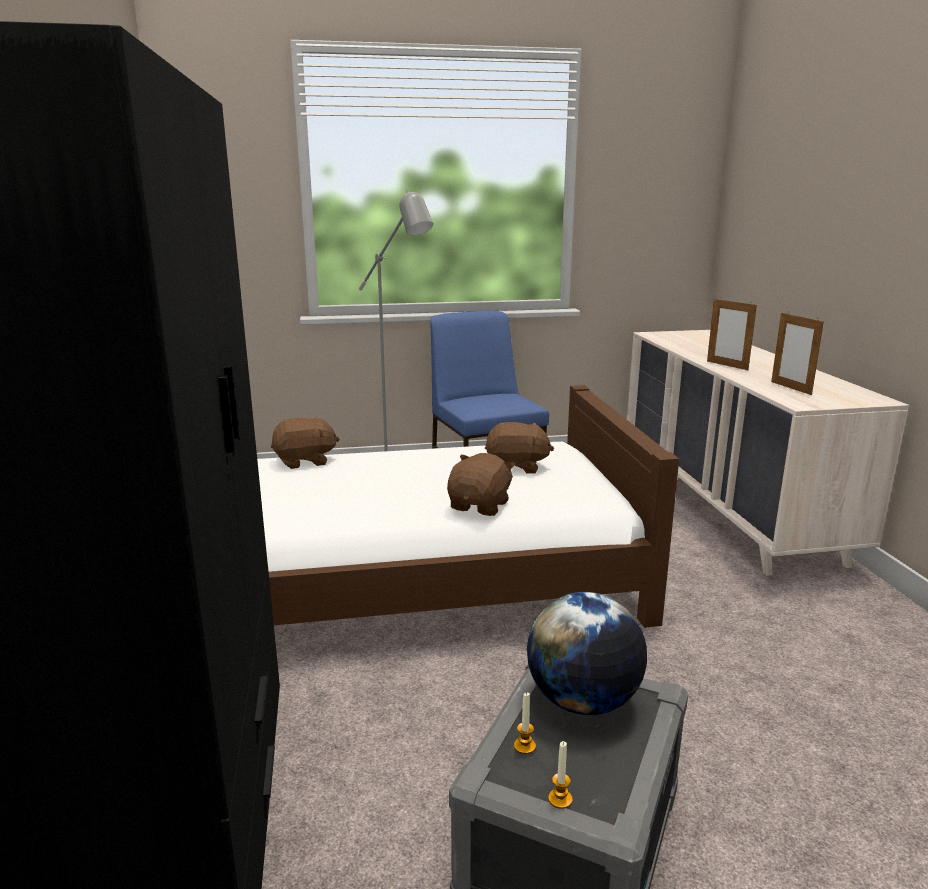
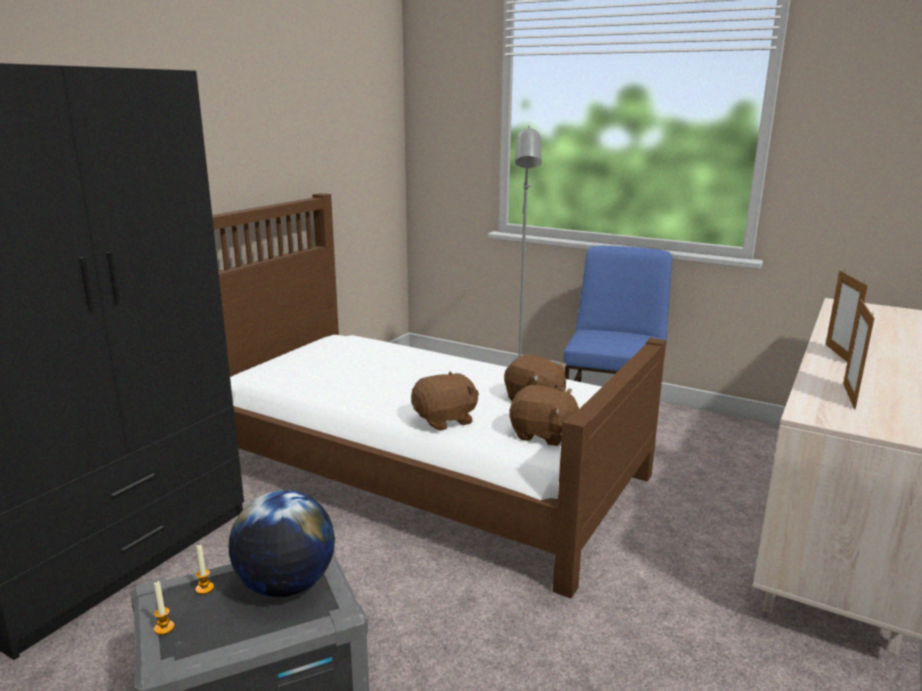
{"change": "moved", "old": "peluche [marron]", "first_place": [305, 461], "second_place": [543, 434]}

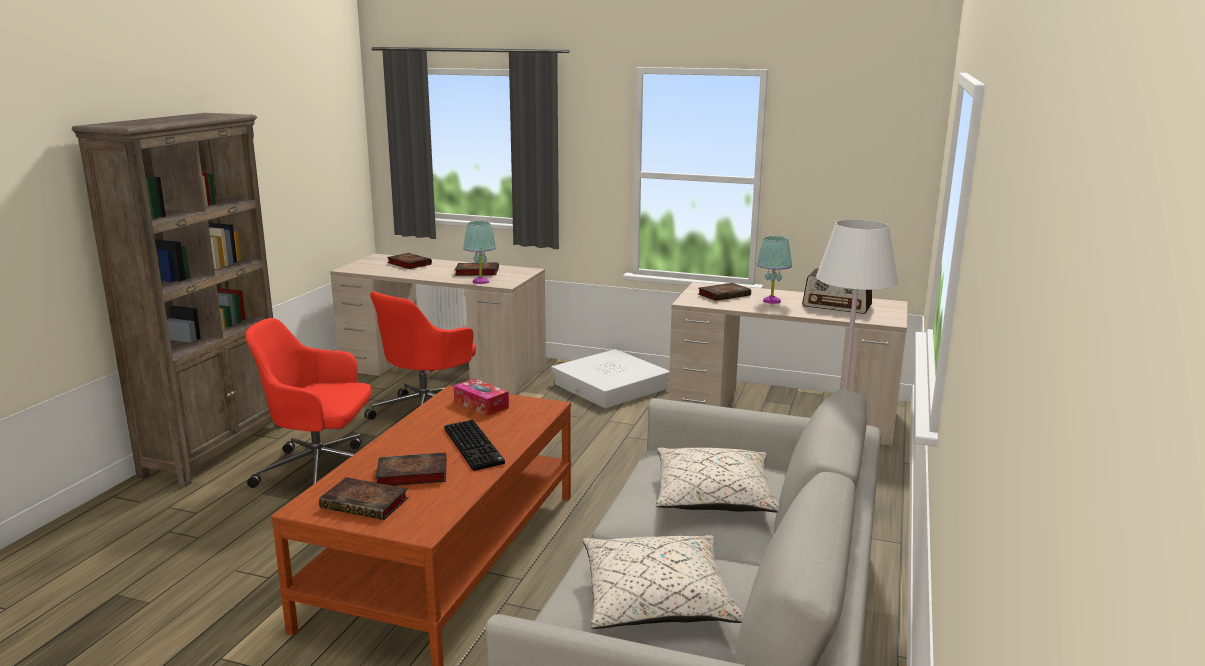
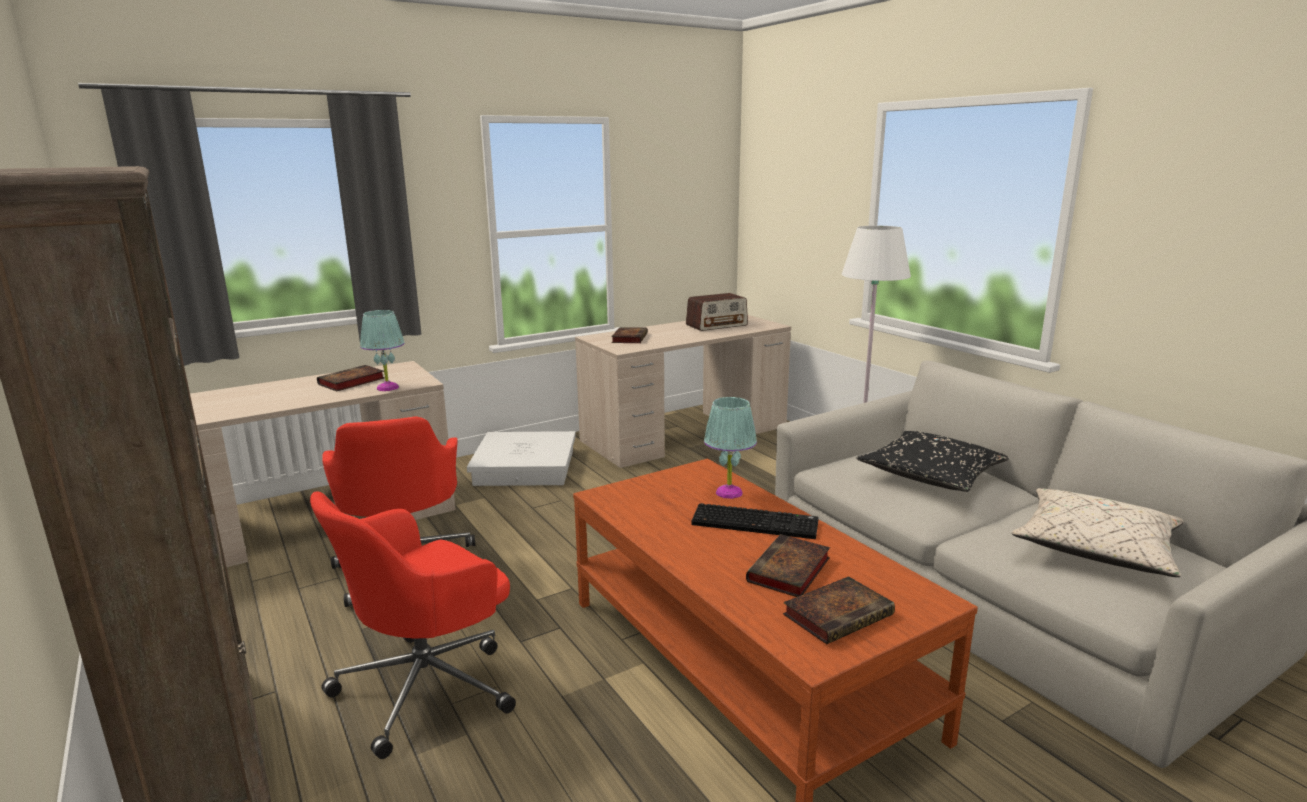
{"change": "moved", "old": "lampe de table [turquoise]", "first_place": [771, 301], "second_place": [728, 492]}
{"change": "removed", "old": "livre", "first_place": [408, 264]}
{"change": "removed", "old": "boîte à mouchoirs", "first_place": [481, 404]}
{"change": "recoloured", "old": "coussin [beige]", "new": "coussin [noir]", "first_place": [714, 497], "second_place": [931, 476]}

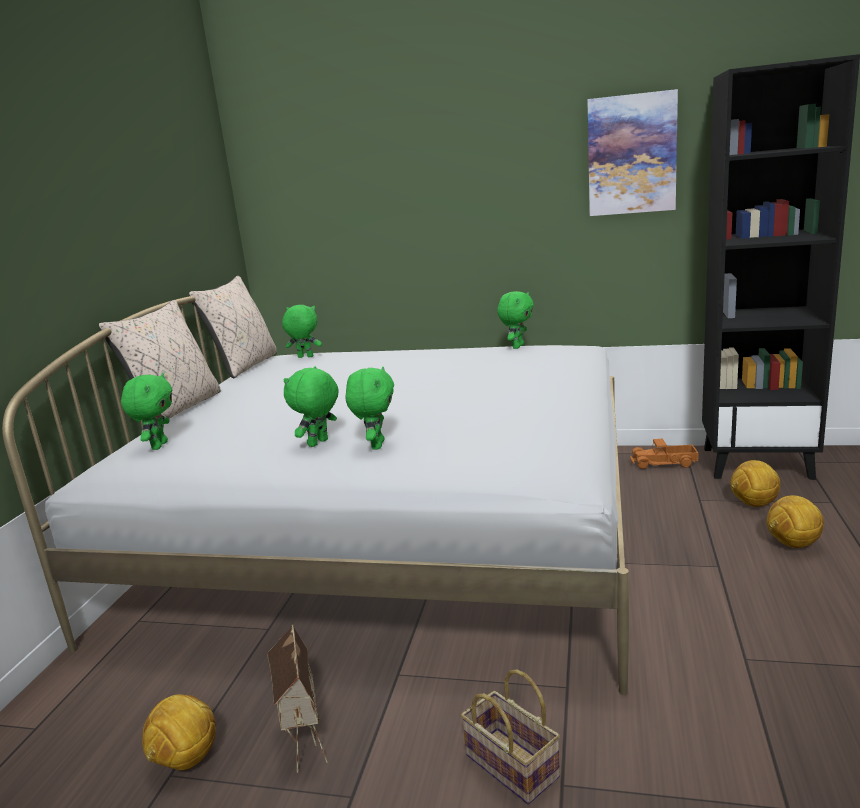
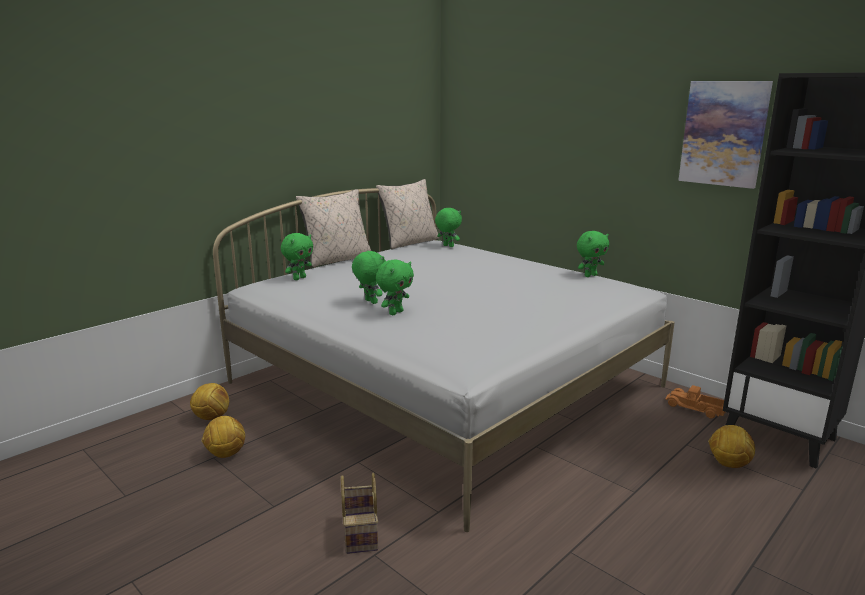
{"change": "turned", "old": "peluche [vert]", "first_place": [319, 443], "second_place": [370, 302], "degrees": 75}
{"change": "moved", "old": "ballon de foot", "first_place": [793, 544], "second_place": [211, 418]}
{"change": "removed", "old": "maison miniature", "first_place": [303, 742]}

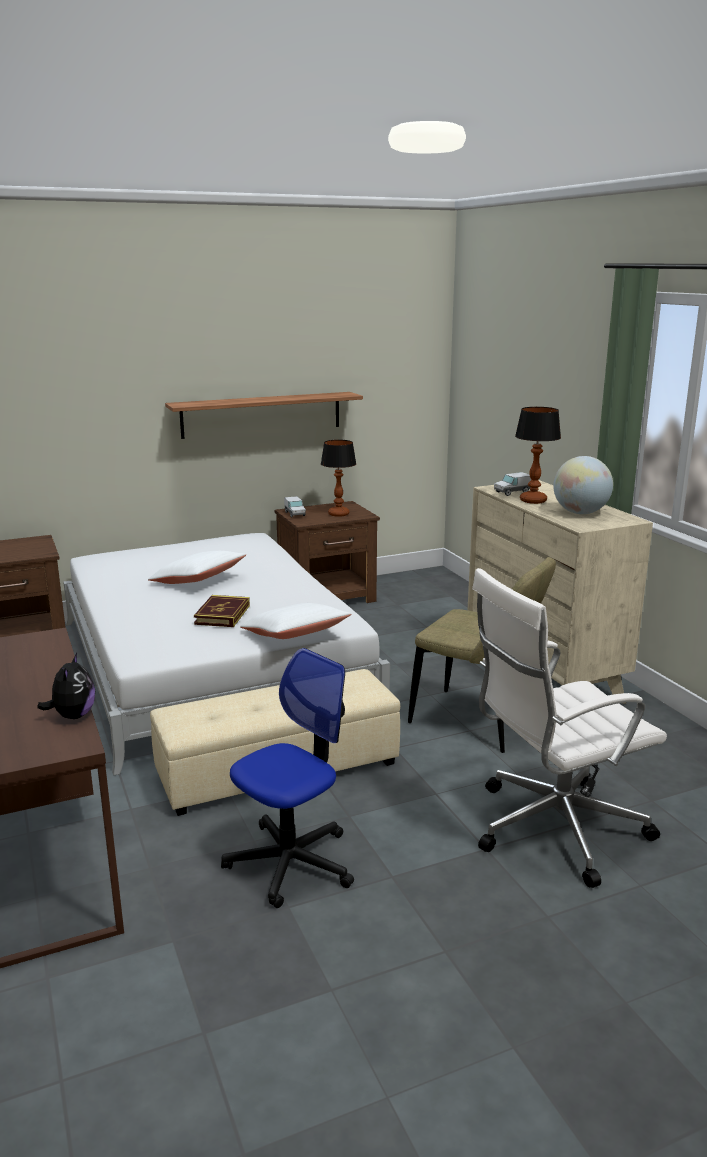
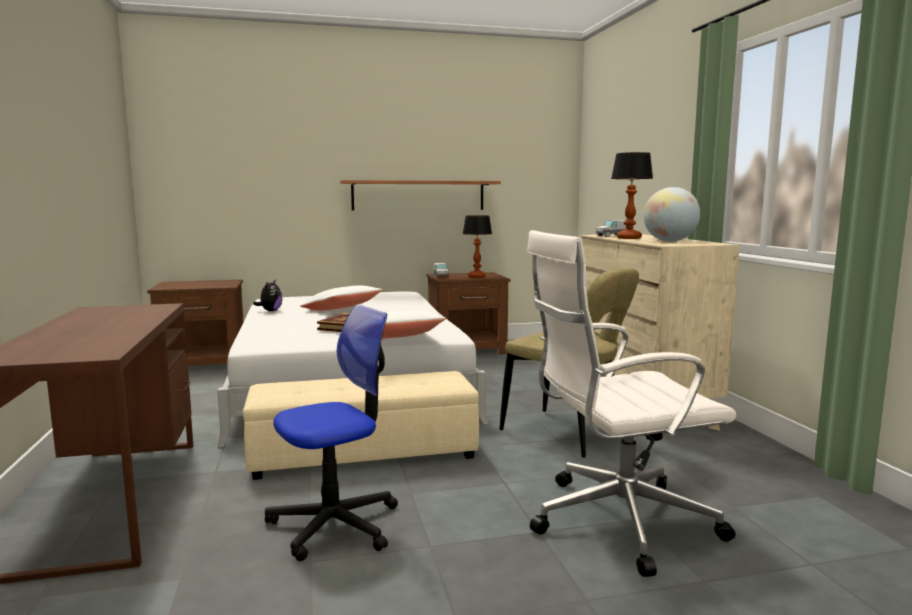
{"change": "moved", "old": "peluche", "first_place": [73, 716], "second_place": [270, 311]}

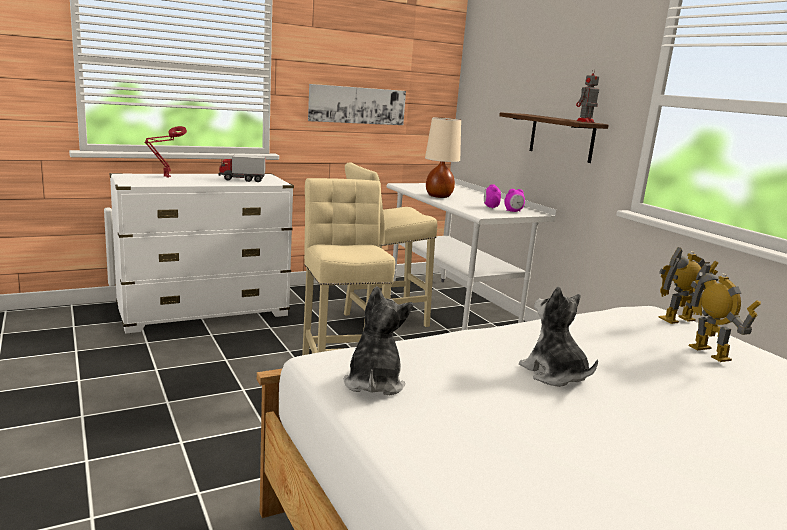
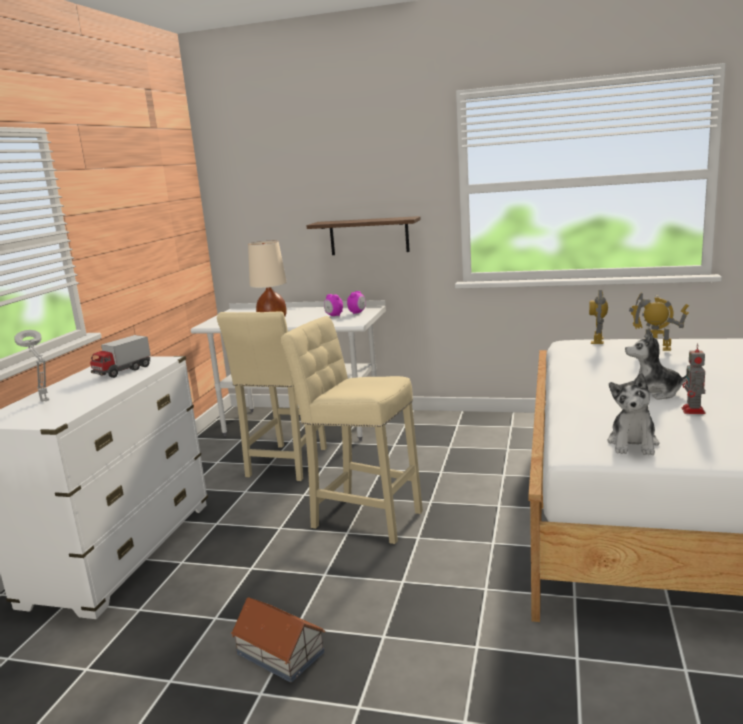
{"change": "moved", "old": "robot jouet", "first_place": [584, 121], "second_place": [693, 411]}
{"change": "removed", "old": "tableau", "first_place": [357, 105]}
{"change": "recoloured", "old": "lampe de table [rouge]", "new": "lampe de table [gris]", "first_place": [166, 177], "second_place": [45, 401]}
{"change": "turned", "old": "peluche", "first_place": [373, 383], "second_place": [633, 443], "degrees": -120}
{"change": "added", "new": "maison miniature", "second_place": [280, 652]}

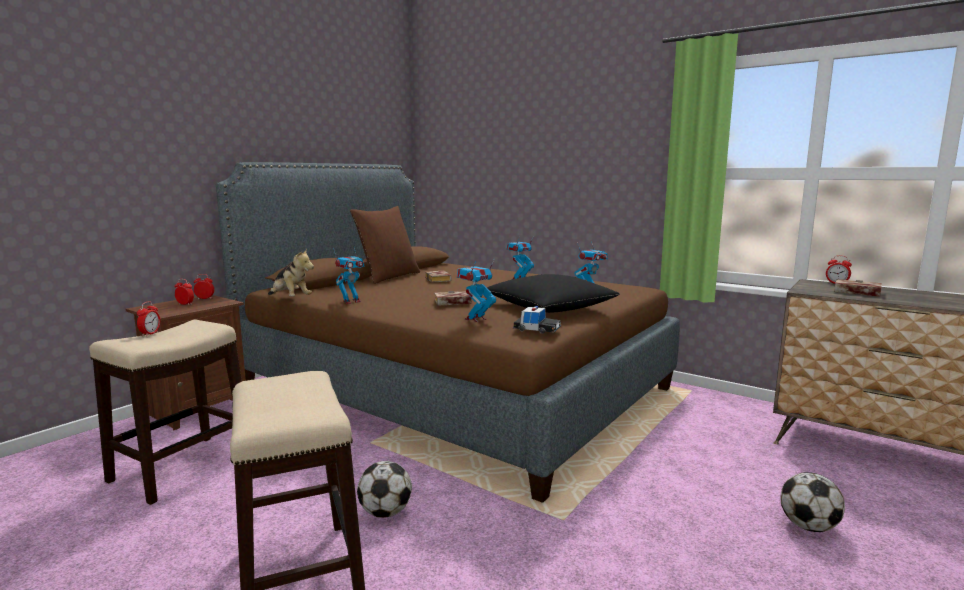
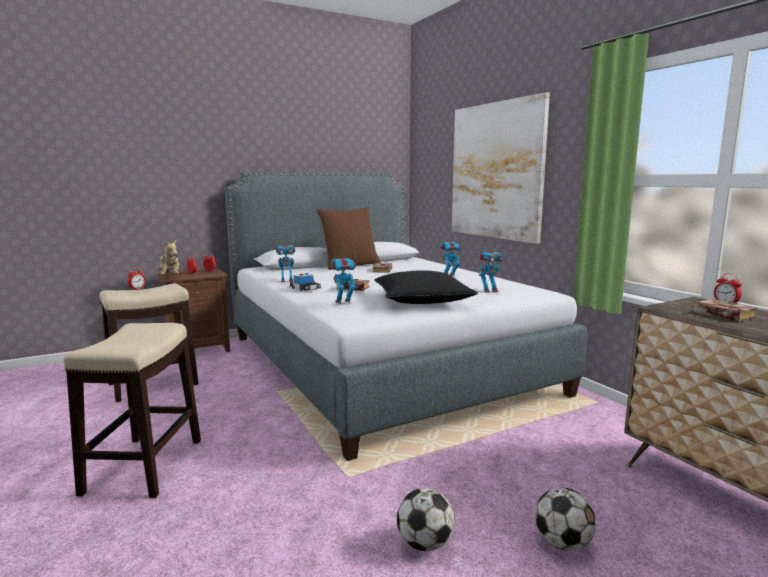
{"change": "recoloured", "old": "lit [marron]", "new": "lit [gris]", "first_place": [452, 387], "second_place": [380, 363]}
{"change": "moved", "old": "peluche", "first_place": [290, 299], "second_place": [170, 276]}
{"change": "moved", "old": "petite voiture", "first_place": [537, 329], "second_place": [305, 288]}
{"change": "moved", "old": "ballon de foot", "first_place": [385, 513], "second_place": [425, 544]}
{"change": "added", "new": "tableau", "second_place": [496, 171]}

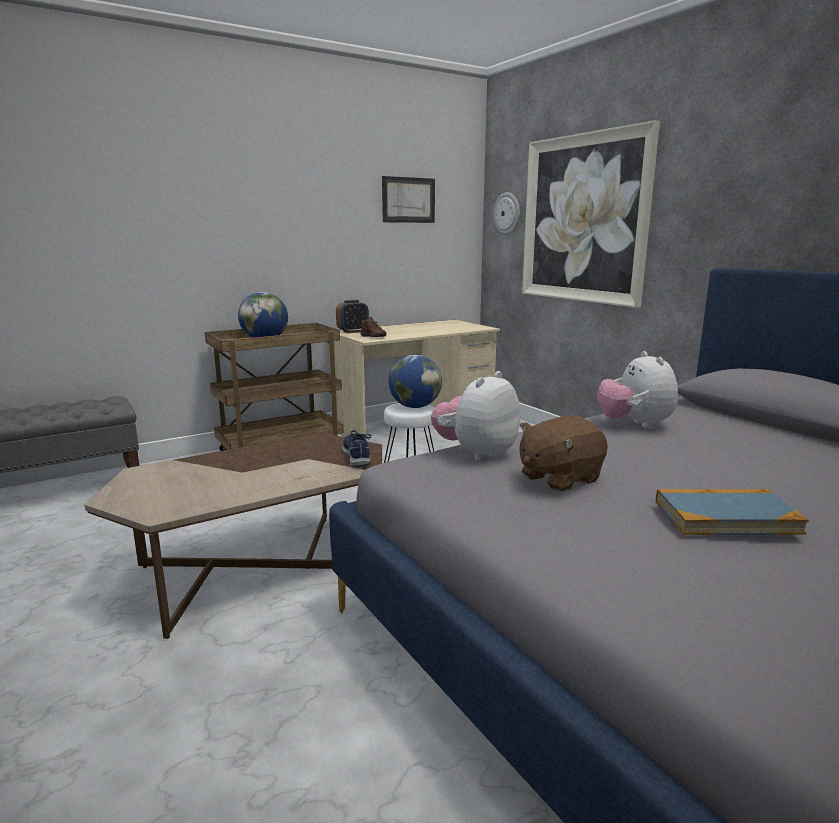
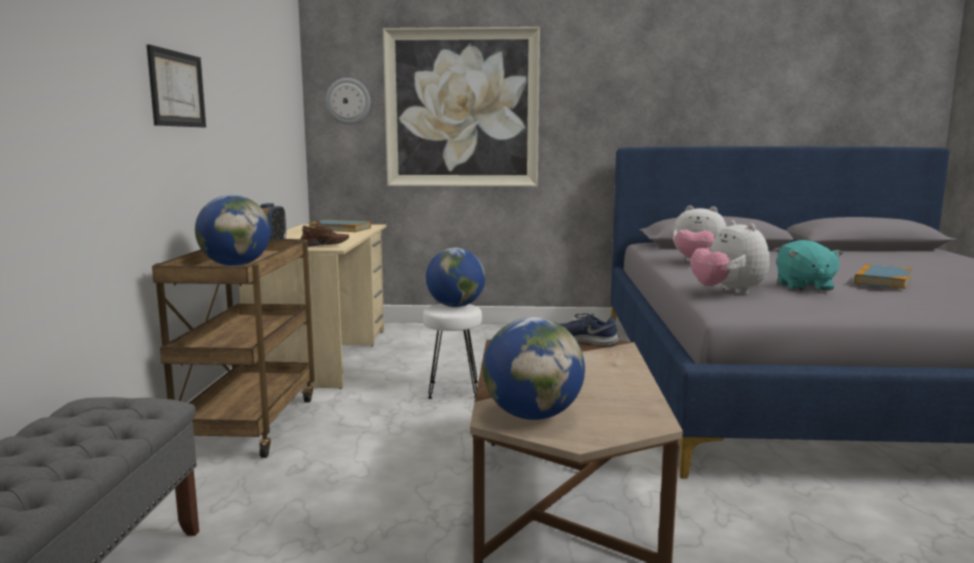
{"change": "moved", "old": "tableau", "first_place": [408, 200], "second_place": [176, 89]}
{"change": "recoloured", "old": "peluche [marron]", "new": "peluche [turquoise]", "first_place": [559, 478], "second_place": [804, 287]}
{"change": "added", "new": "livre", "second_place": [340, 229]}
{"change": "added", "new": "globe", "second_place": [532, 415]}

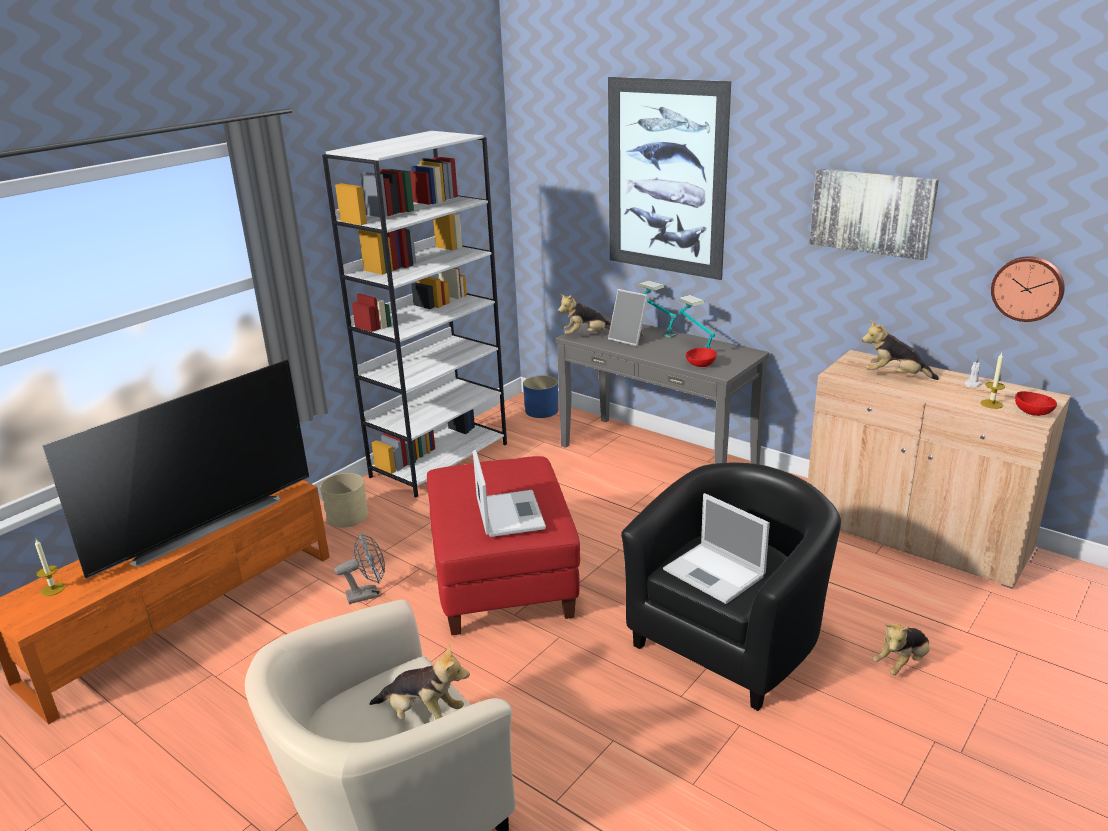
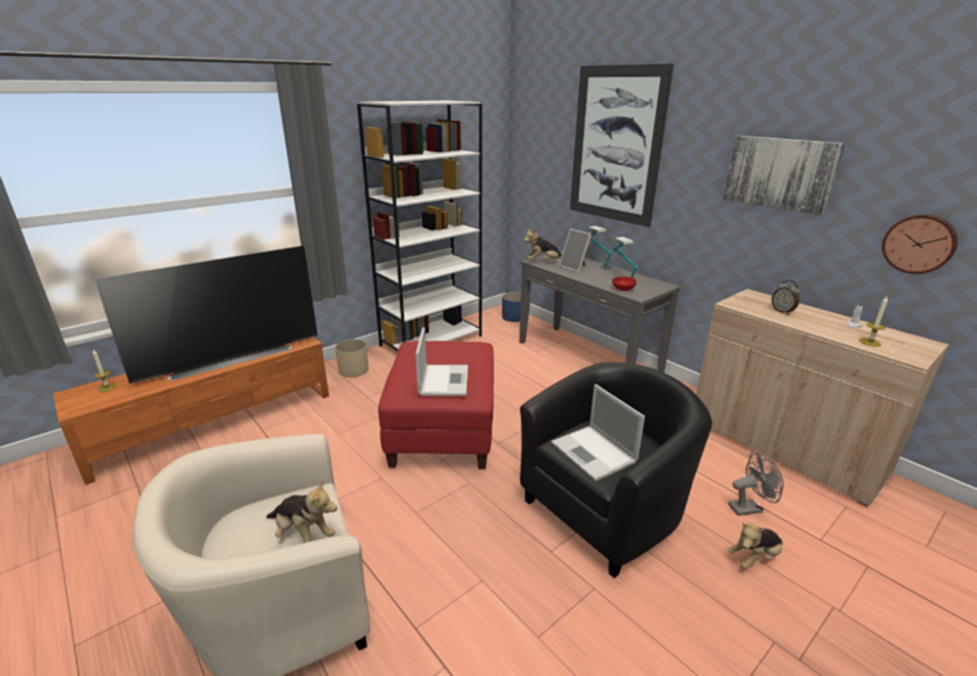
{"change": "replaced", "old": "peluche", "new": "réveil", "first_place": [895, 376], "second_place": [782, 311]}
{"change": "removed", "old": "bol [rouge]", "first_place": [1033, 412]}
{"change": "moved", "old": "ventilateur [gris]", "first_place": [368, 594], "second_place": [749, 507]}

